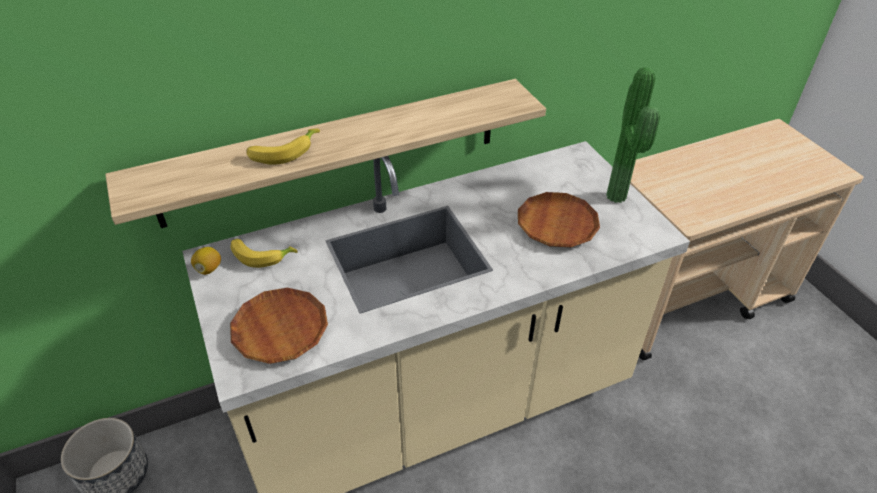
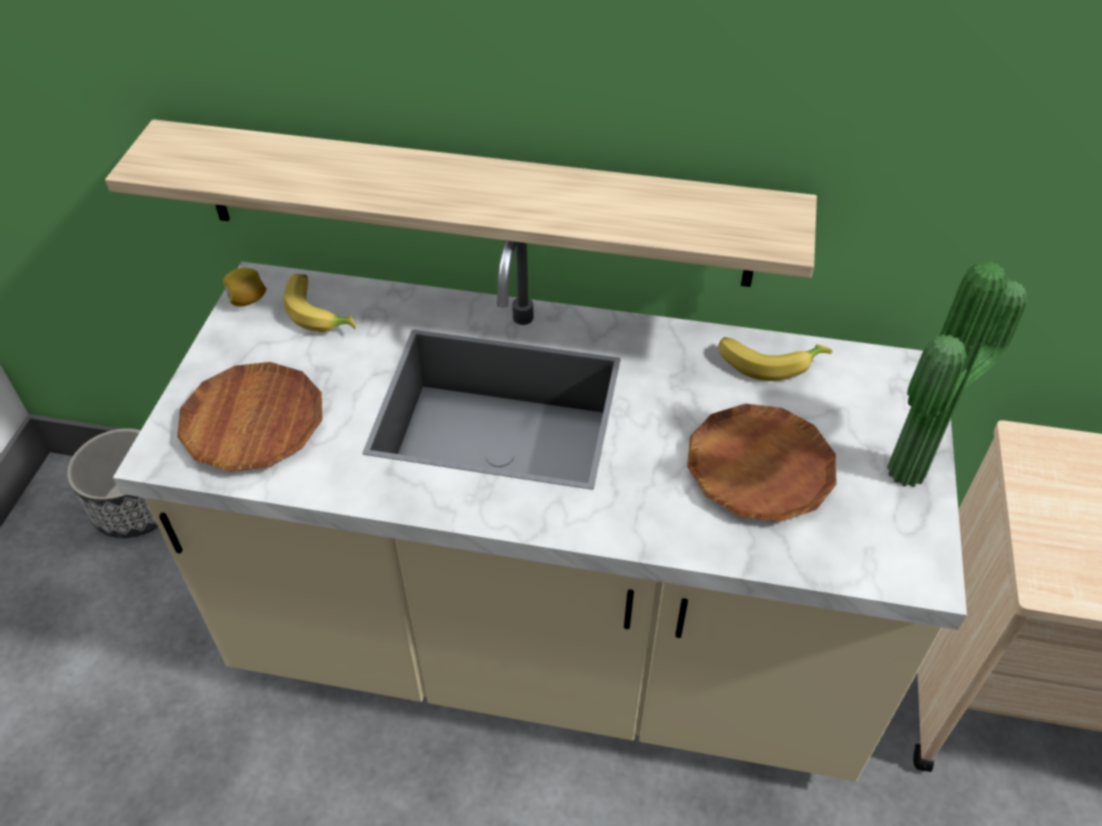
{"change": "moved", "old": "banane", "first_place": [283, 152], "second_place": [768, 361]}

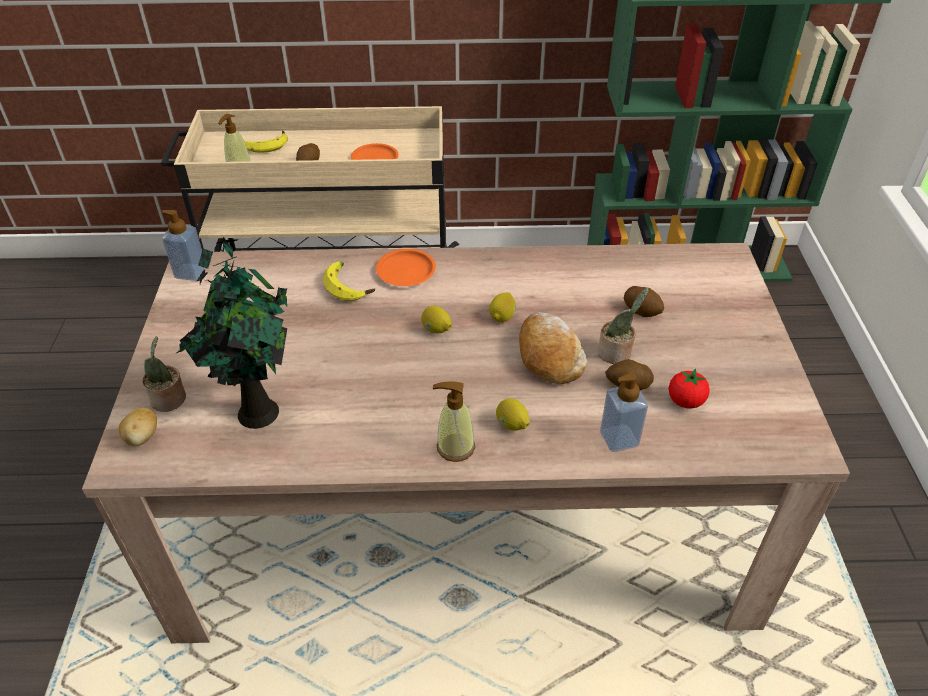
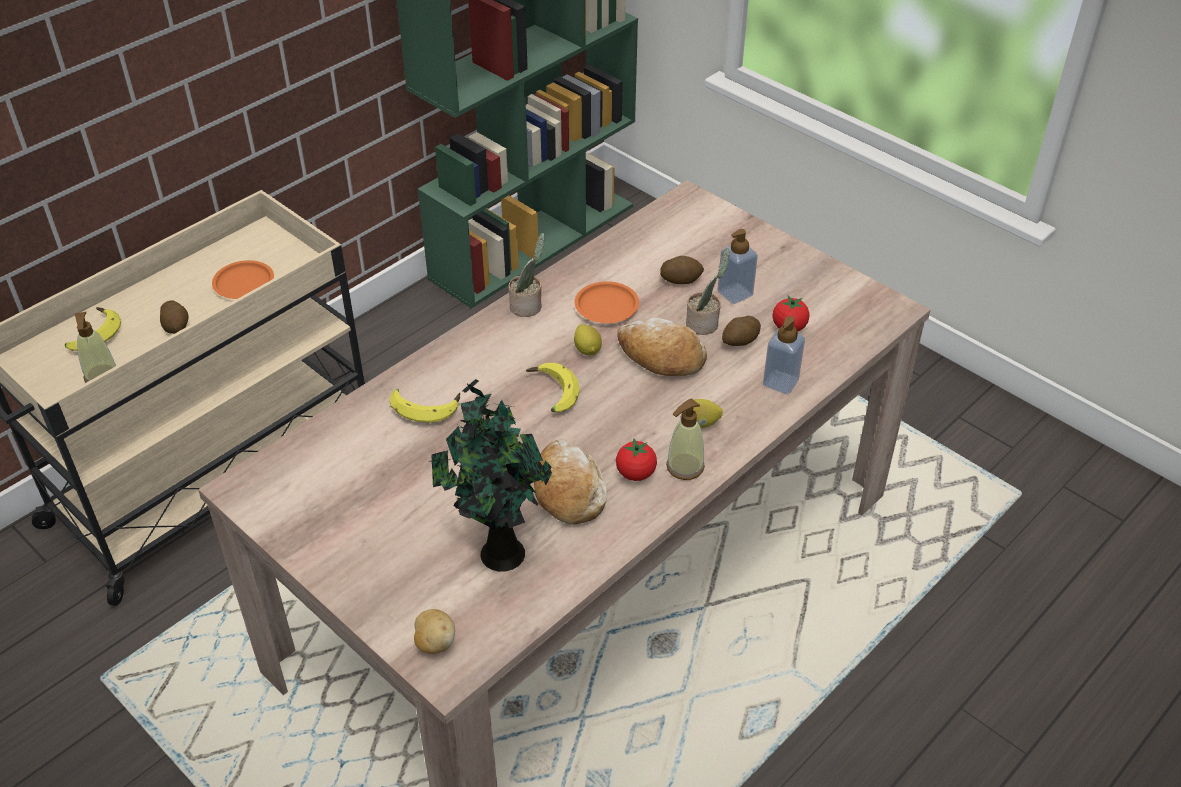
{"change": "moved", "old": "distributeur de savon", "first_place": [190, 272], "second_place": [735, 293]}
{"change": "moved", "old": "assiette [orange]", "first_place": [406, 271], "second_place": [607, 306]}
{"change": "replaced", "old": "citron", "new": "banane", "first_place": [436, 330], "second_place": [551, 393]}
{"change": "moved", "old": "plante en pot", "first_place": [170, 400], "second_place": [528, 306]}
{"change": "added", "new": "tomate", "second_place": [635, 473]}
{"change": "added", "new": "pain", "second_place": [568, 490]}

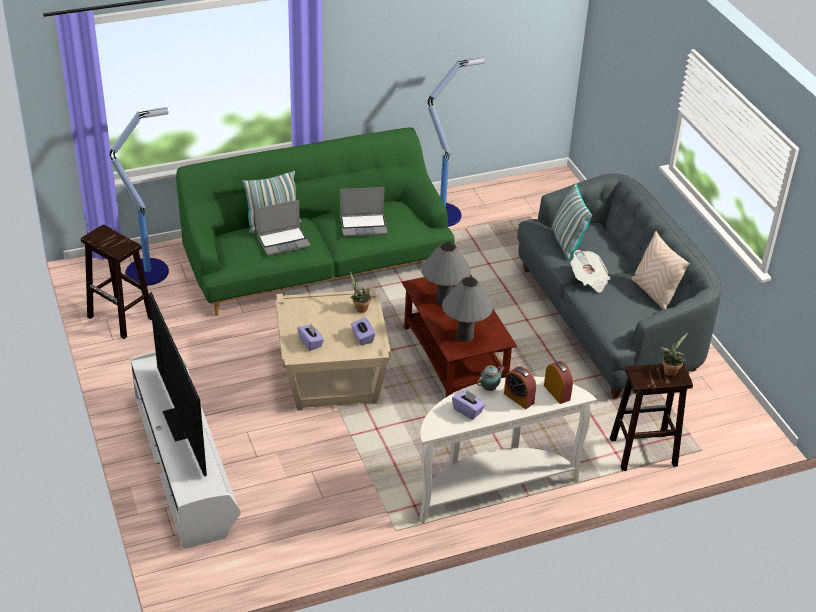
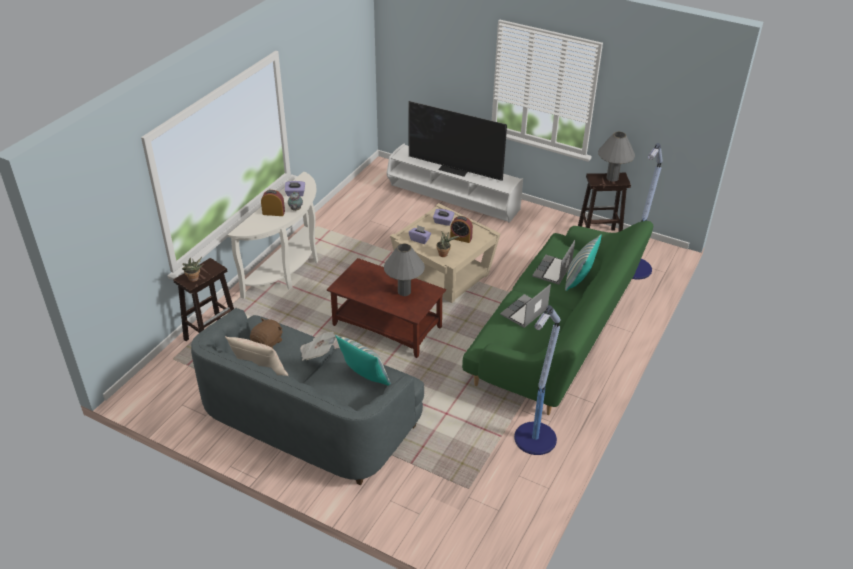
{"change": "moved", "old": "lampe de table [gris]", "first_place": [465, 336], "second_place": [612, 178]}
{"change": "moved", "old": "réveil", "first_place": [557, 392], "second_place": [461, 238]}
{"change": "added", "new": "peluche [marron]", "second_place": [268, 342]}

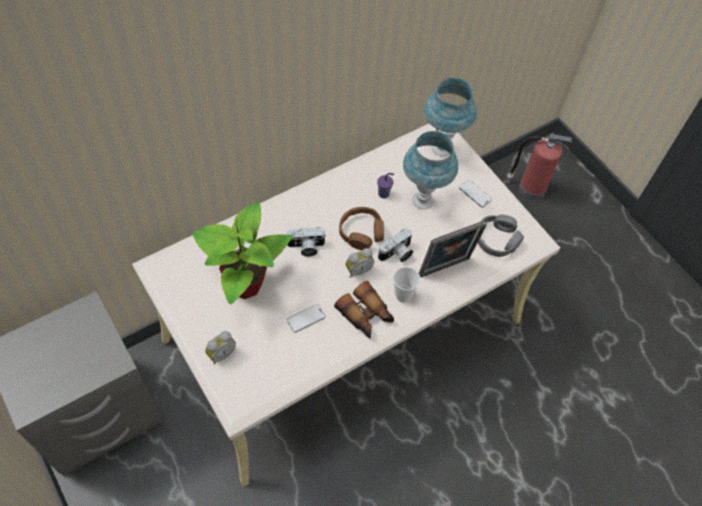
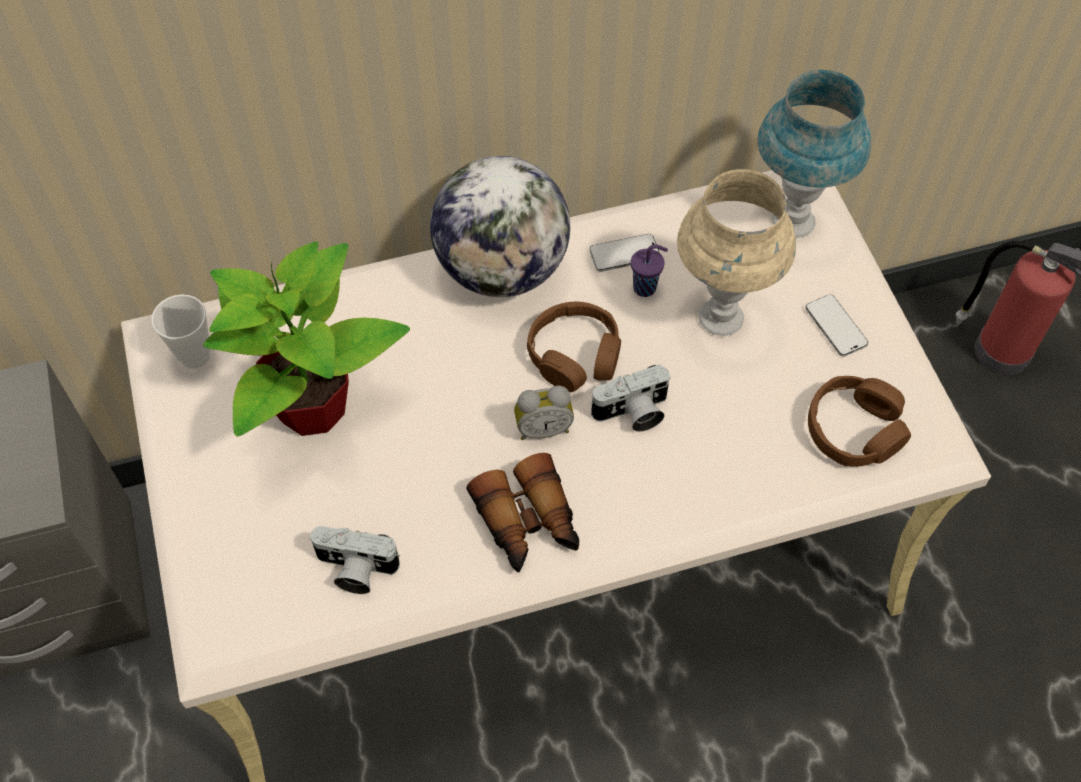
{"change": "recoloured", "old": "lampe de table [bleu]", "new": "lampe de table [beige]", "first_place": [422, 201], "second_place": [721, 318]}
{"change": "recoloured", "old": "casque audio [gris]", "new": "casque audio [marron]", "first_place": [497, 240], "second_place": [854, 430]}
{"change": "removed", "old": "cadre photo", "first_place": [445, 269]}
{"change": "moved", "old": "appareil photo", "first_place": [305, 247], "second_place": [354, 570]}
{"change": "moved", "old": "tasse", "first_place": [403, 295], "second_place": [195, 356]}
{"change": "moved", "old": "téléphone", "first_place": [306, 319], "second_place": [624, 254]}
{"change": "removed", "old": "réveil", "first_place": [221, 353]}
{"change": "added", "new": "globe", "second_place": [502, 269]}

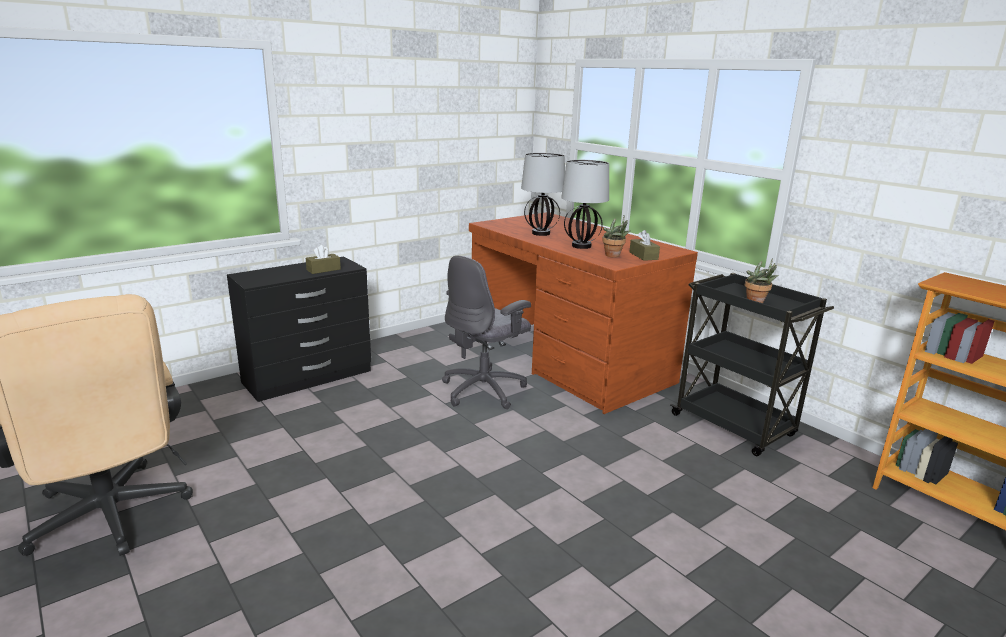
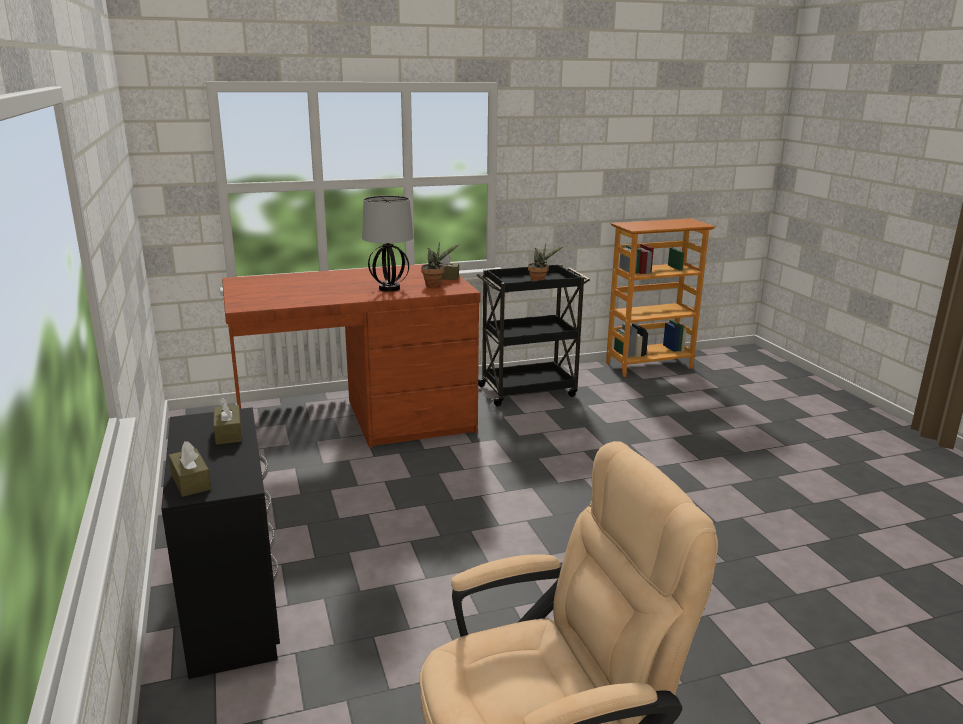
{"change": "removed", "old": "lampe de table", "first_place": [540, 233]}
{"change": "removed", "old": "chaise de bureau [gris]", "first_place": [484, 390]}
{"change": "added", "new": "boîte à mouchoirs [marron]", "second_place": [191, 482]}

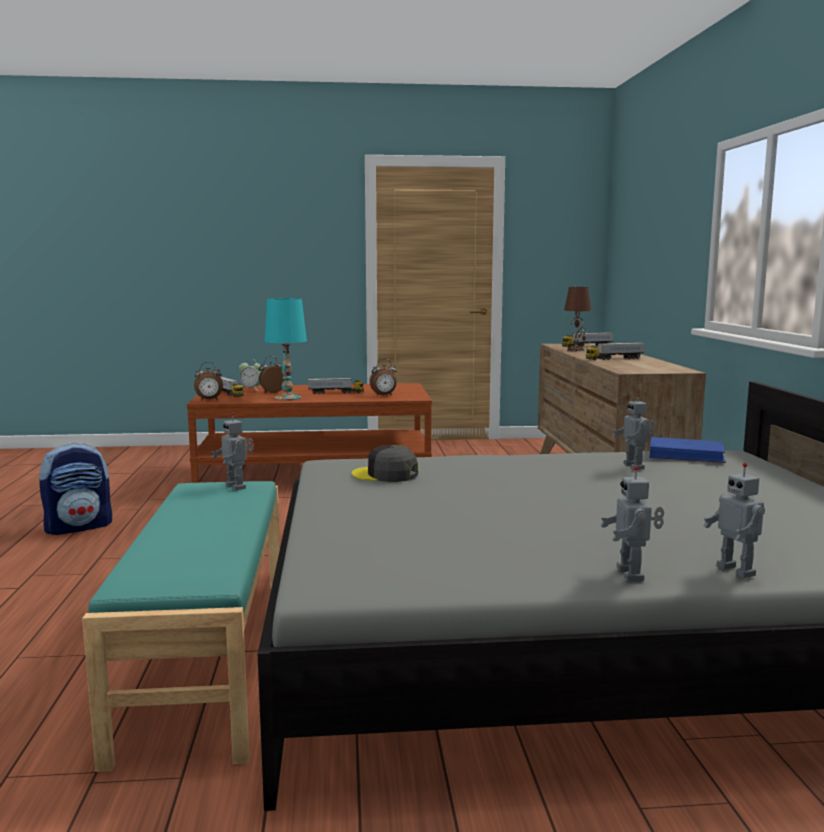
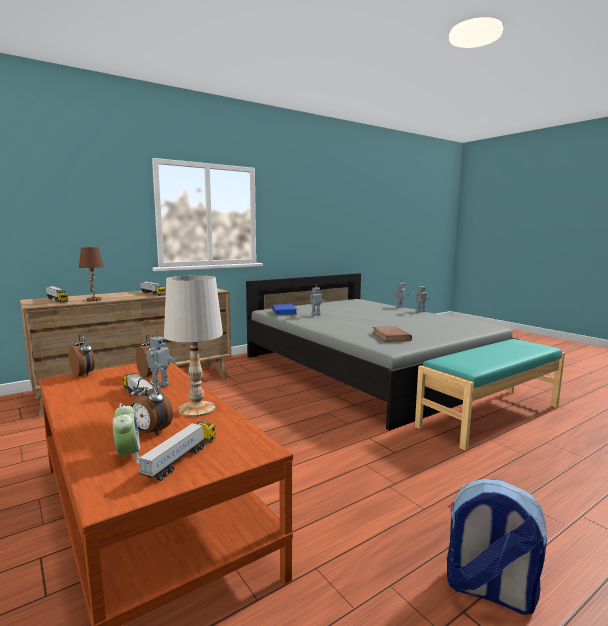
{"change": "recoloured", "old": "lampe de table [turquoise]", "new": "lampe de table [blanc]", "first_place": [287, 398], "second_place": [197, 408]}
{"change": "moved", "old": "réveil", "first_place": [209, 400], "second_place": [83, 374]}
{"change": "moved", "old": "robot jouet", "first_place": [237, 486], "second_place": [159, 386]}
{"change": "replaced", "old": "casquette [gris]", "new": "livre [marron]", "first_place": [385, 475], "second_place": [391, 336]}

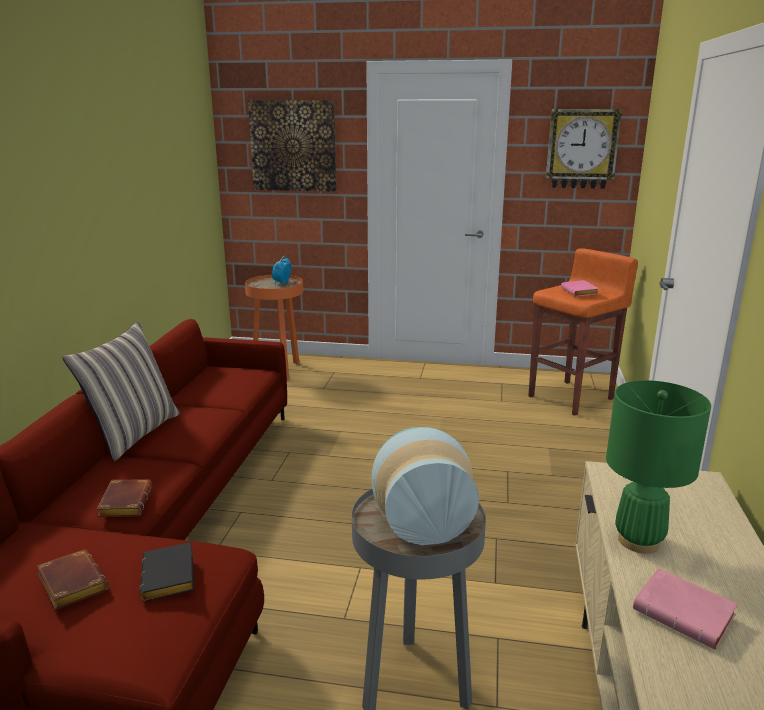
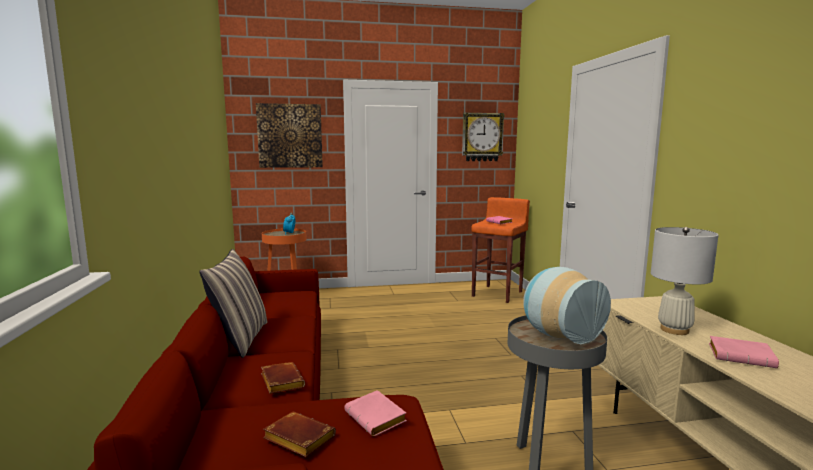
{"change": "recoloured", "old": "lampe de table [vert]", "new": "lampe de table [blanc]", "first_place": [638, 540], "second_place": [674, 330]}
{"change": "recoloured", "old": "livre [noir]", "new": "livre [rose]", "first_place": [171, 578], "second_place": [377, 418]}

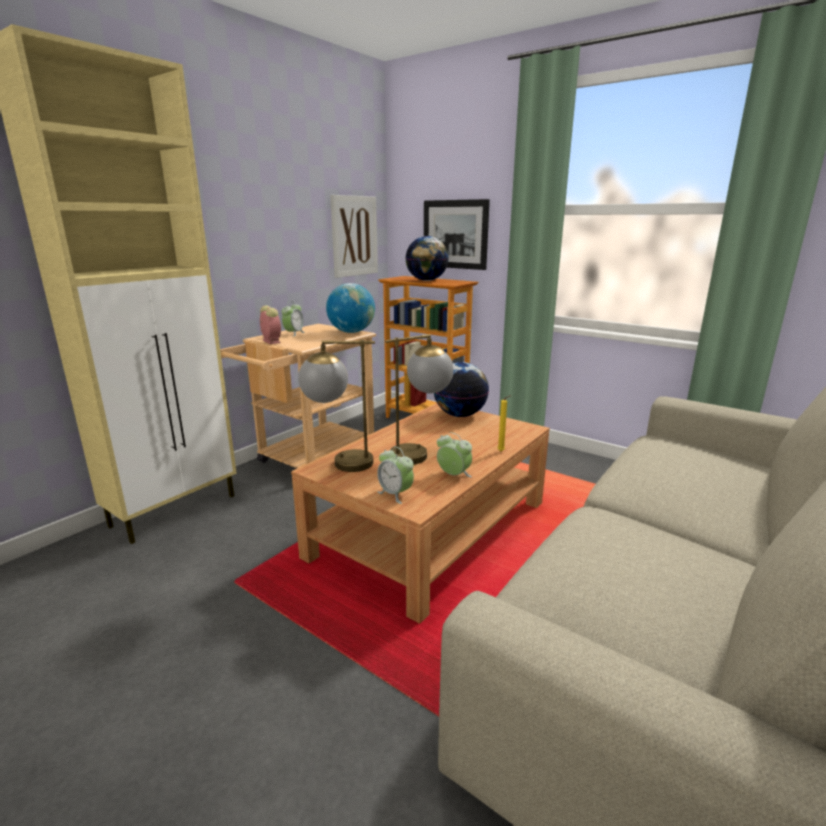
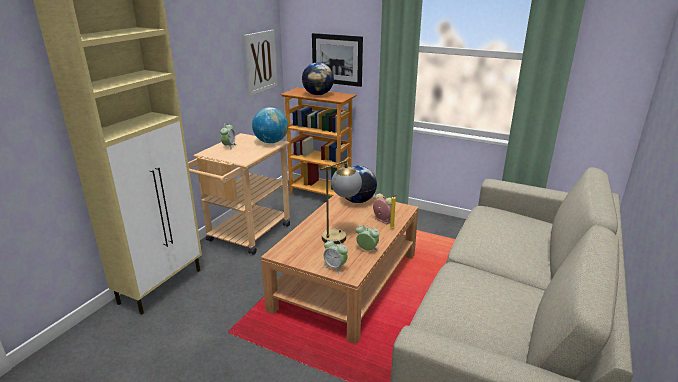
{"change": "moved", "old": "réveil", "first_place": [270, 341], "second_place": [382, 219]}
{"change": "removed", "old": "lampe de table", "first_place": [339, 463]}

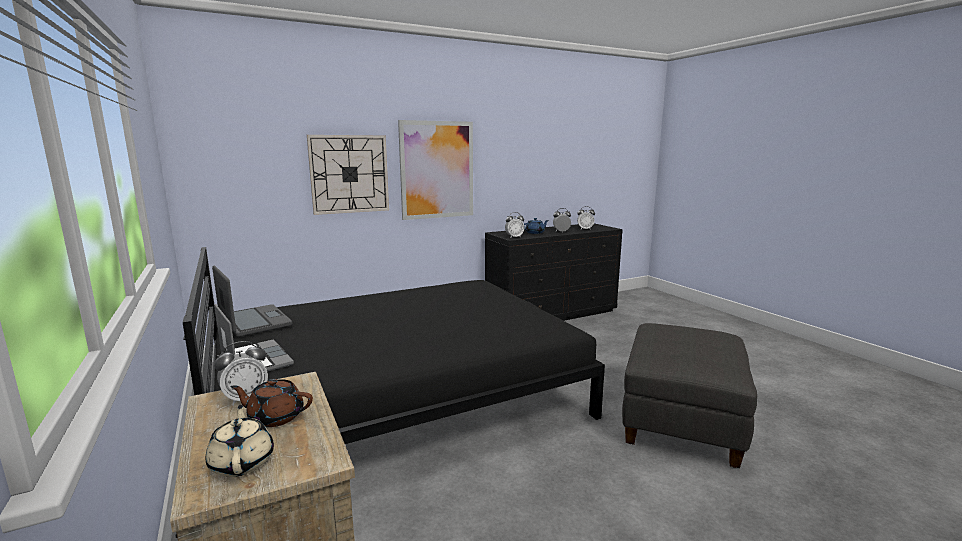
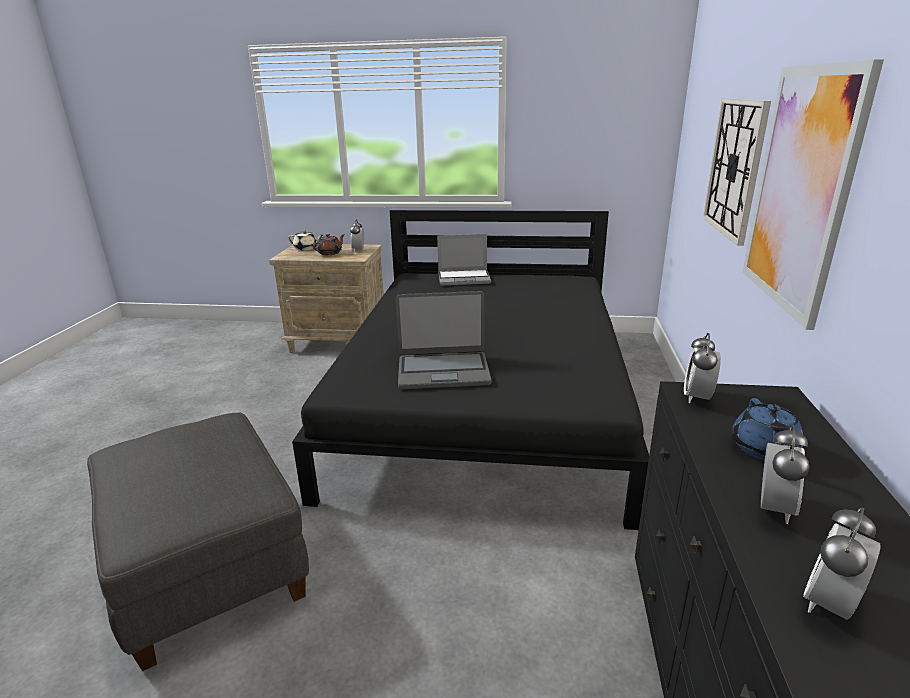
{"change": "moved", "old": "ordinateur portable", "first_place": [254, 322], "second_place": [443, 371]}

